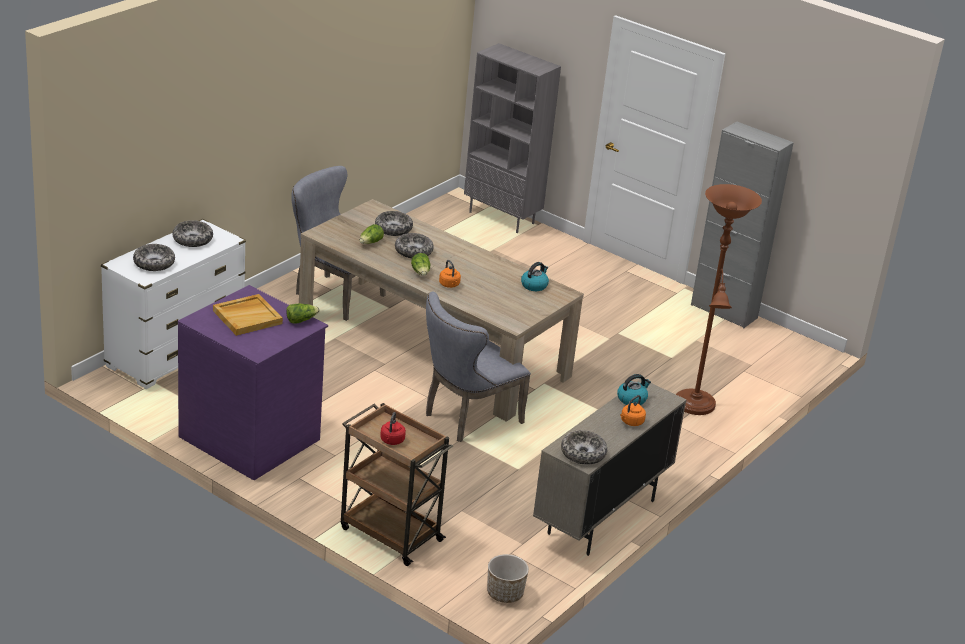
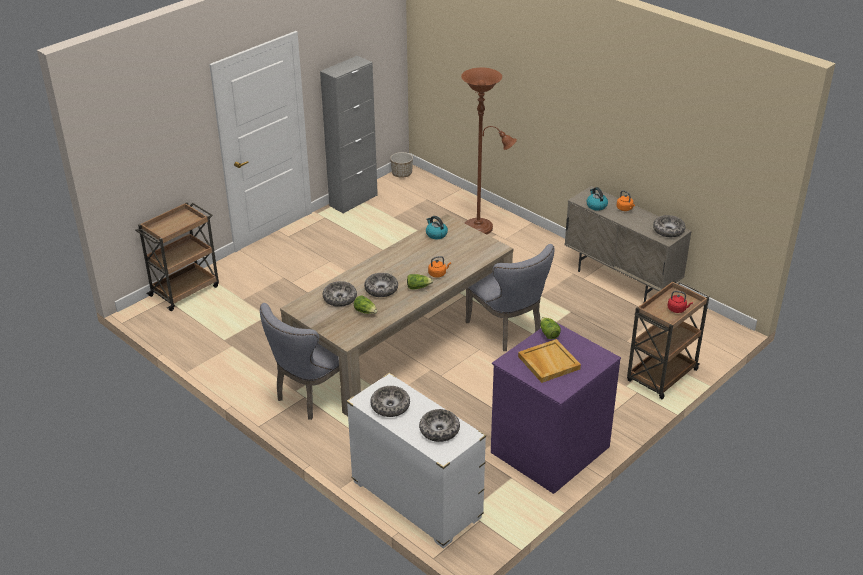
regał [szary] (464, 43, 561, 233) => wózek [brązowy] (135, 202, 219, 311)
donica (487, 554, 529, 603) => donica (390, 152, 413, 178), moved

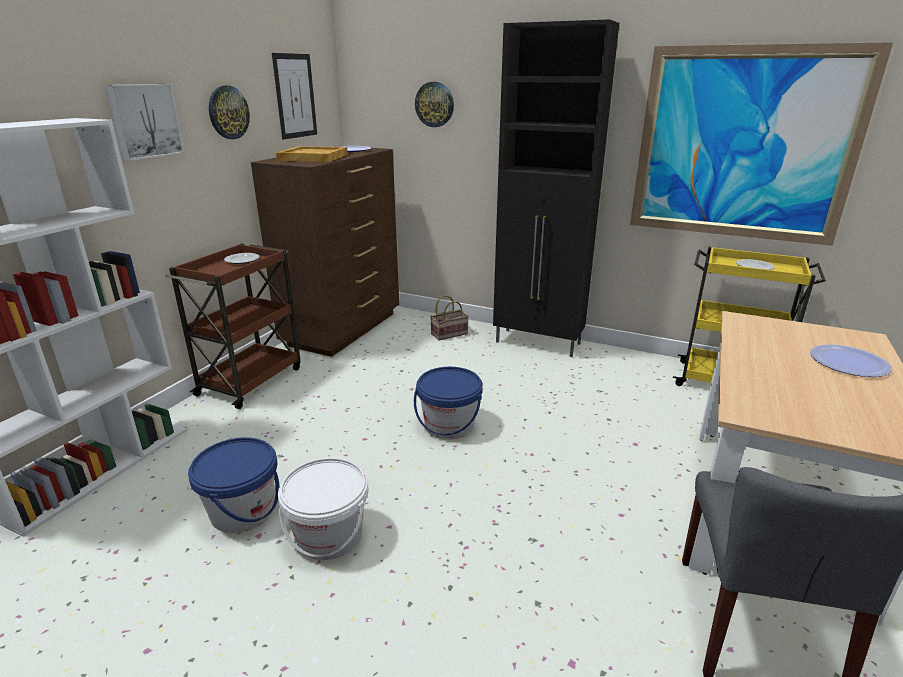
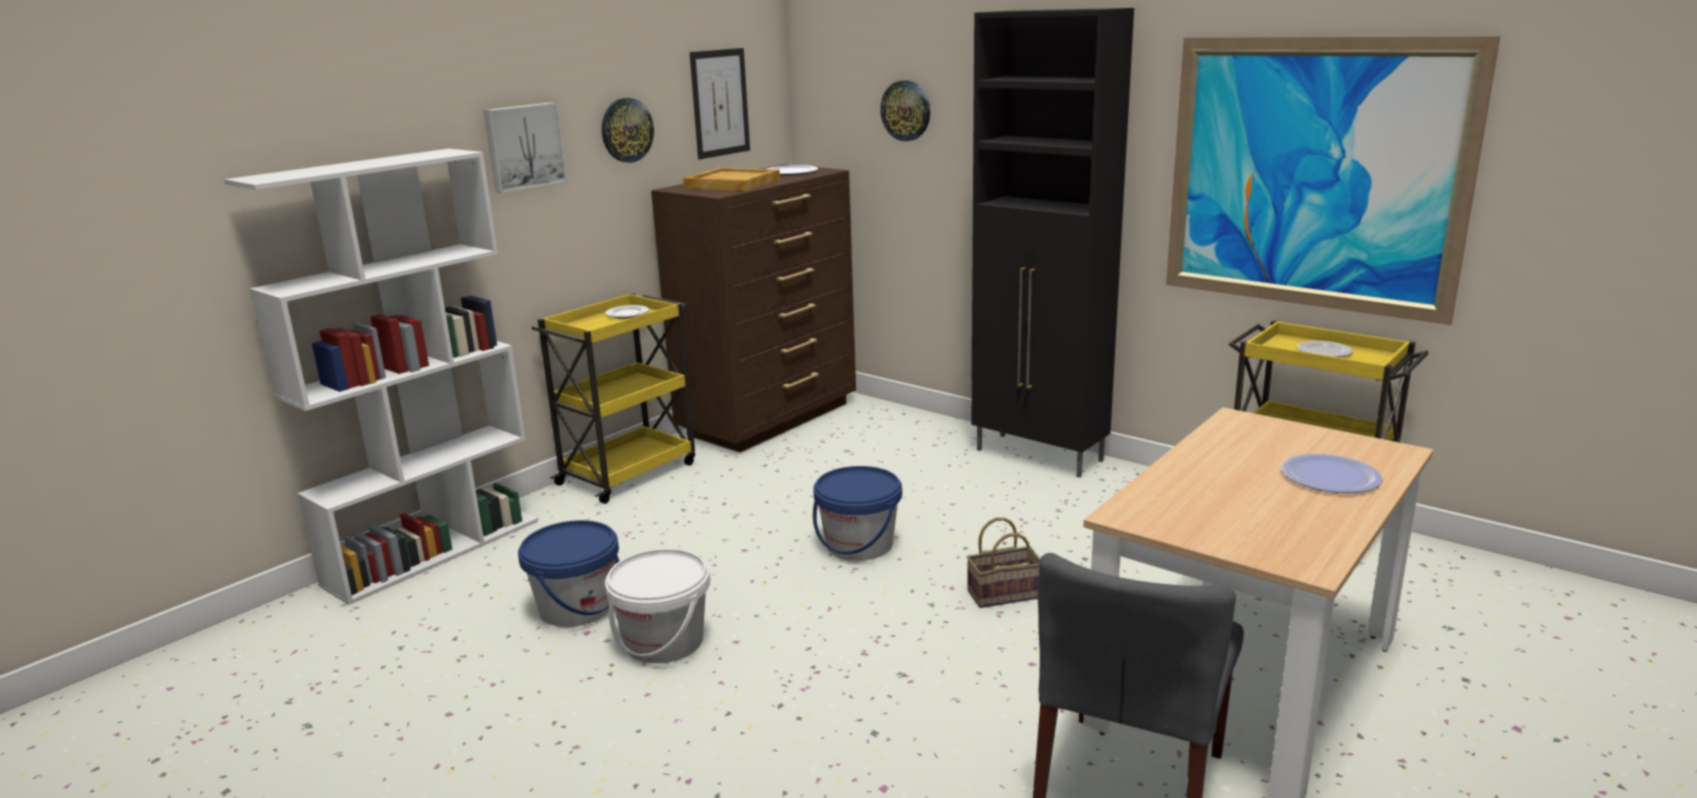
wózek [brązowy] (165, 243, 301, 409) => wózek [żółty] (532, 293, 695, 504)
koszyk (430, 295, 469, 340) => koszyk (967, 517, 1041, 608), moved

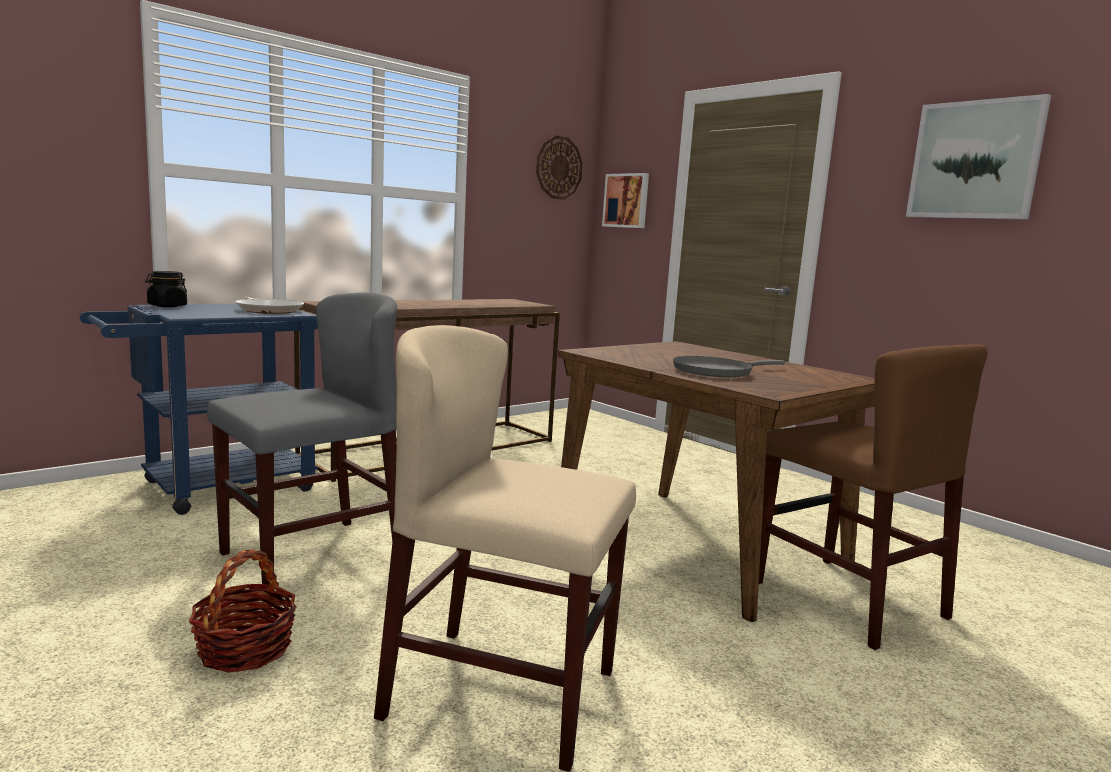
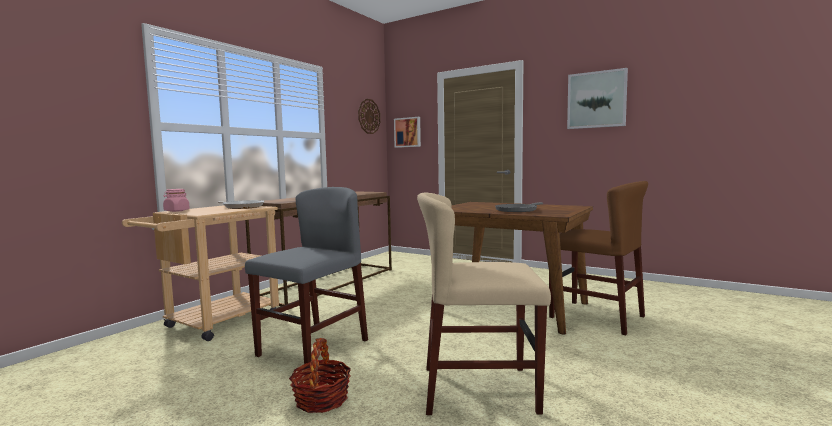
wózek [niebieski] (80, 304, 318, 515) => wózek [beżowy] (122, 205, 279, 341)
słoik [czarny] (145, 271, 187, 307) => słoik [różowy] (163, 189, 190, 212)

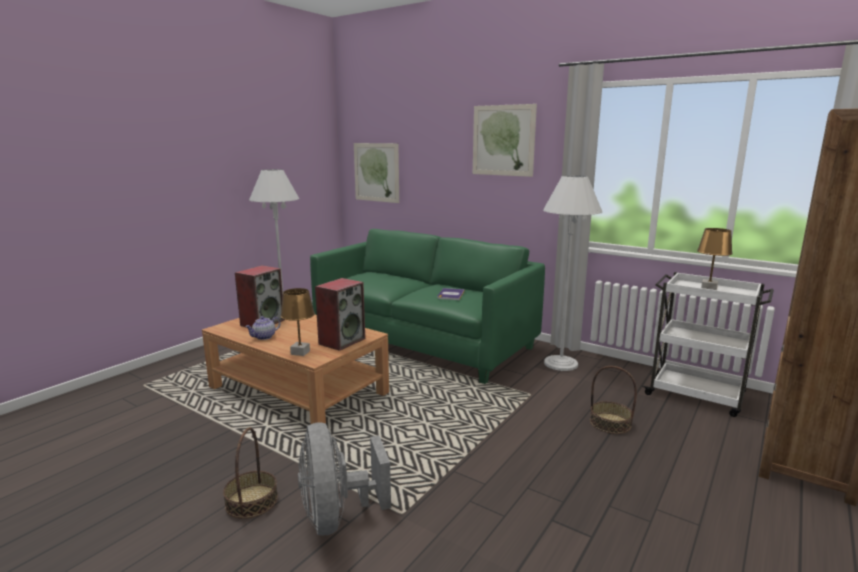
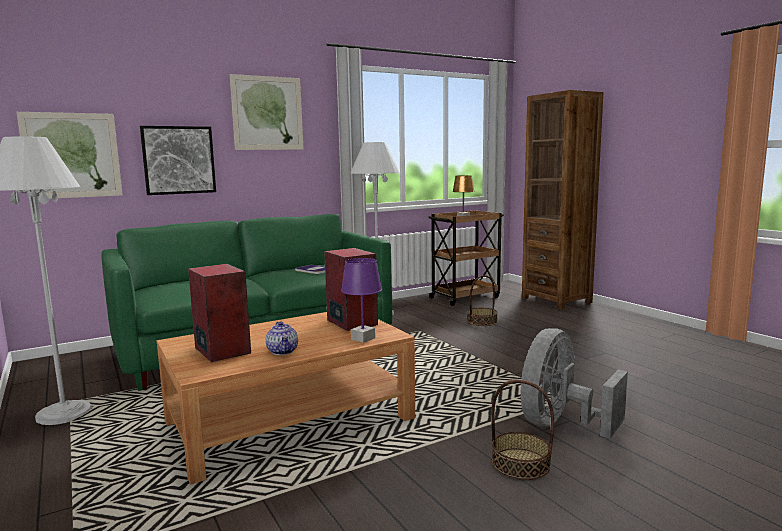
nothing => obraz (140, 126, 216, 195)
lampa stołowa [brązowy] (280, 288, 315, 356) => lampa stołowa [fioletowy] (341, 258, 383, 343)
wózek [biały] (642, 272, 774, 417) => wózek [brązowy] (427, 210, 504, 306)
wentylator [szary] (298, 422, 391, 535) => wentylator [szary] (521, 328, 628, 439), 120 degrees clockwise

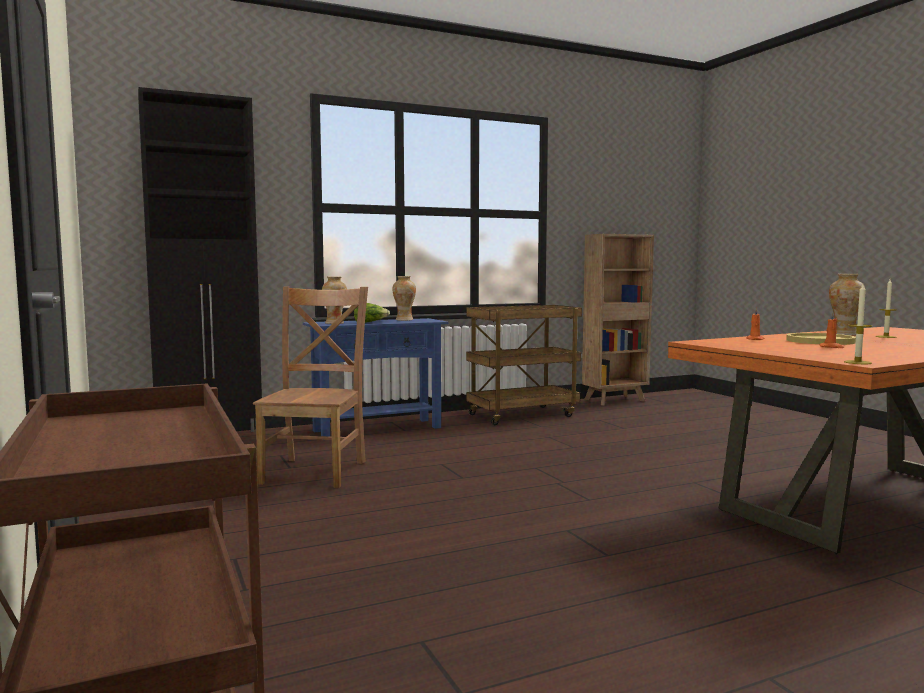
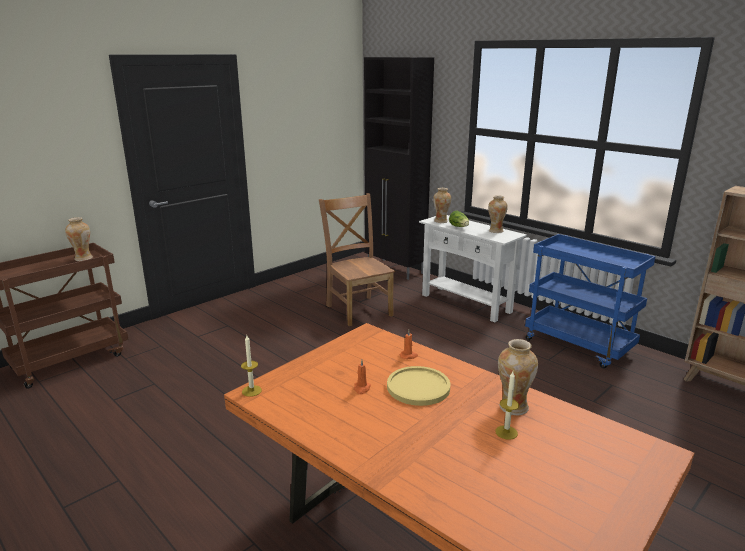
nothing => wazon (65, 217, 93, 261)
krzesło [brązowy] (253, 286, 368, 488) => krzesło [brązowy] (319, 193, 395, 326), 105 degrees counterclockwise
stolik konsolowy [niebieski] (303, 318, 449, 436) => stolik konsolowy [biały] (419, 215, 527, 322)
wózek [brązowy] (466, 305, 582, 425) => wózek [niebieski] (525, 234, 656, 369)

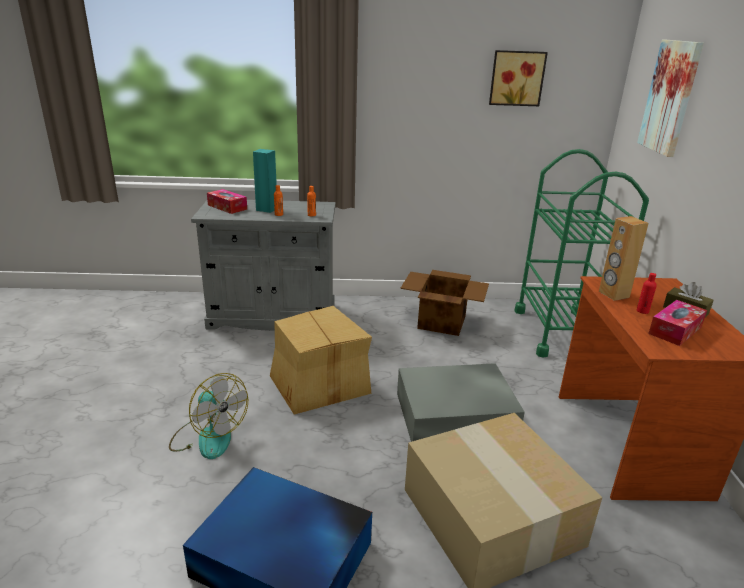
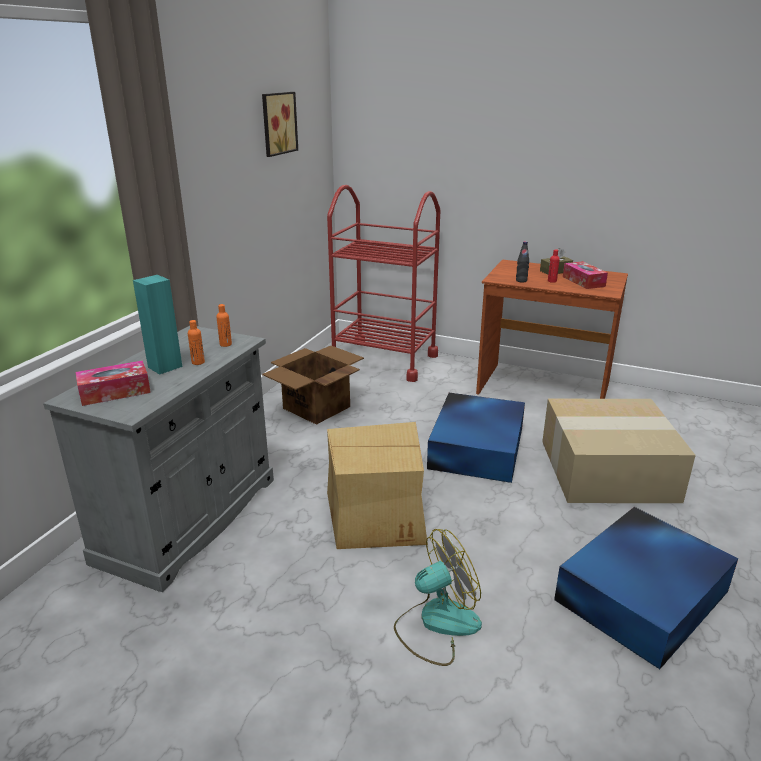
wózek [zielony] (514, 149, 649, 358) => wózek [czerwony] (327, 185, 440, 382)
pojemnik do przechowywania [szary] (397, 363, 525, 442) => pojemnik do przechowywania [niebieski] (427, 393, 525, 483)
głośnik [brązowy] (599, 216, 649, 301) => butelka [czarny] (516, 241, 529, 283)
obraz (637, 40, 704, 157) => nothing

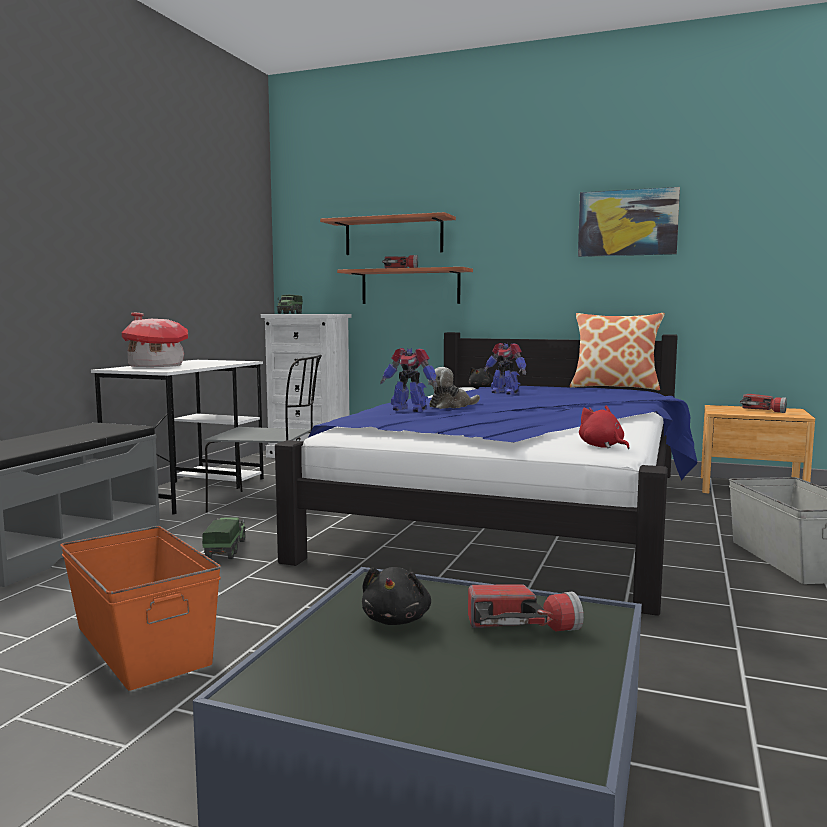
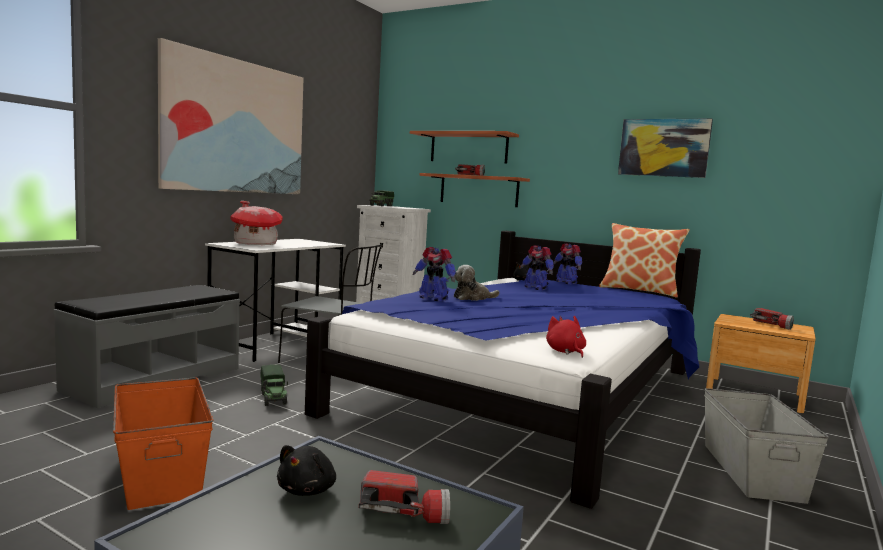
nothing => obraz (158, 38, 303, 194)
ciężarówka zabawkowa (202, 517, 246, 559) => ciężarówka zabawkowa (261, 365, 288, 406), 150 degrees clockwise
nothing => robot zabawkowy (553, 244, 582, 284)

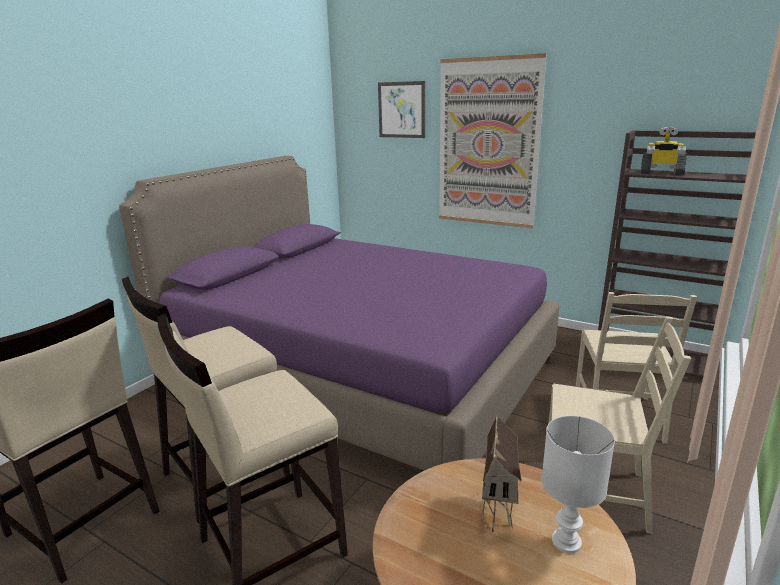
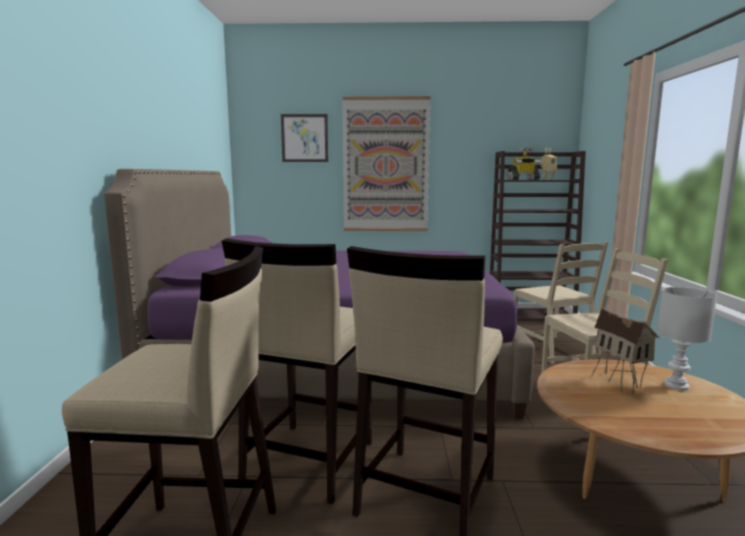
nothing => robot zabawkowy (541, 148, 557, 180)

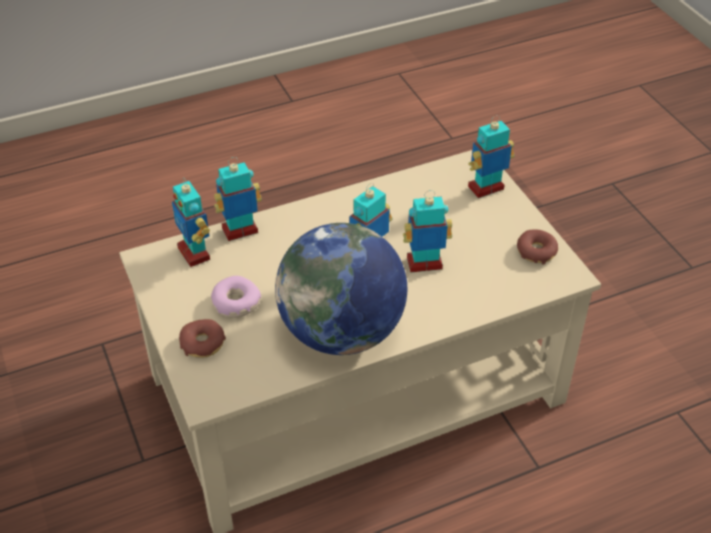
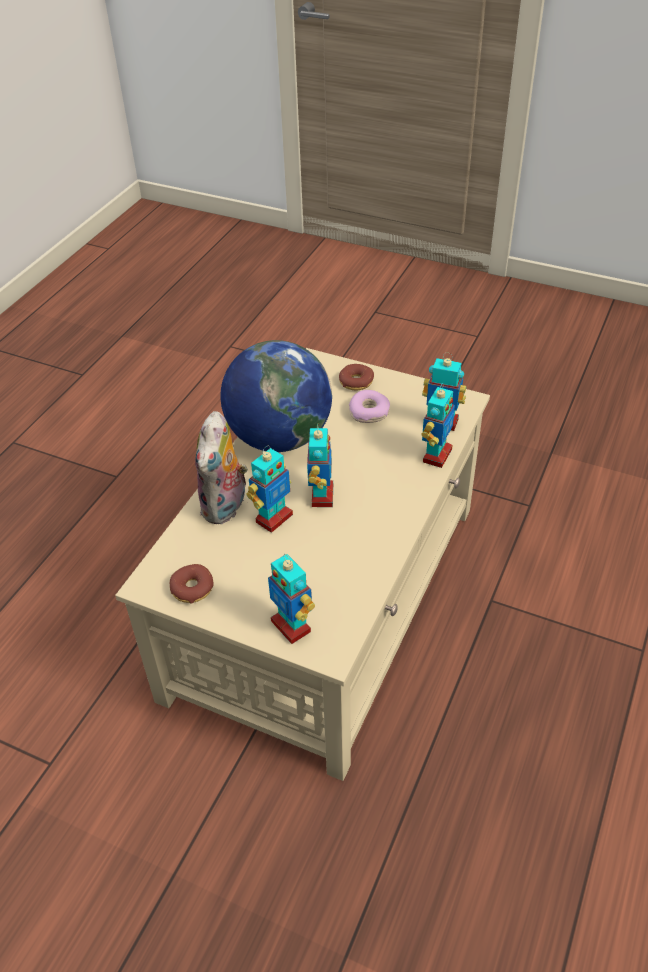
nothing => pluszak (195, 411, 251, 524)
robot zabawkowy (468, 115, 514, 198) => robot zabawkowy (268, 554, 315, 644), 120 degrees clockwise

